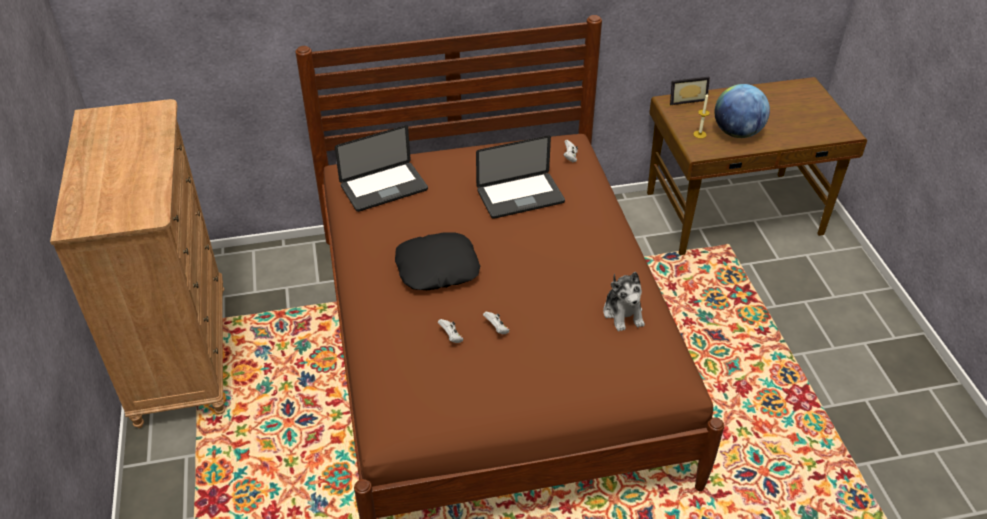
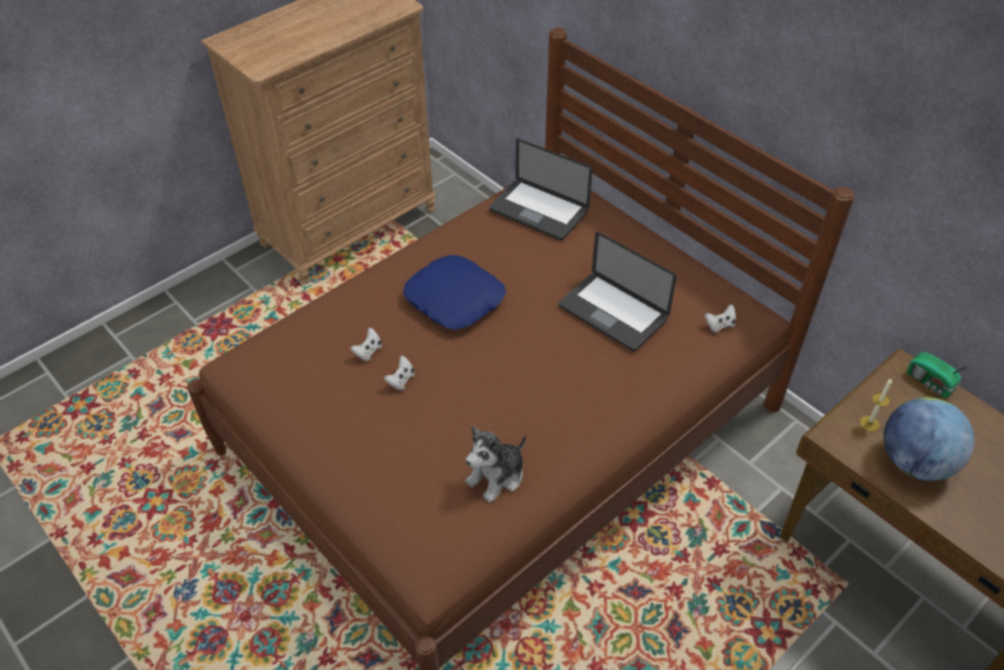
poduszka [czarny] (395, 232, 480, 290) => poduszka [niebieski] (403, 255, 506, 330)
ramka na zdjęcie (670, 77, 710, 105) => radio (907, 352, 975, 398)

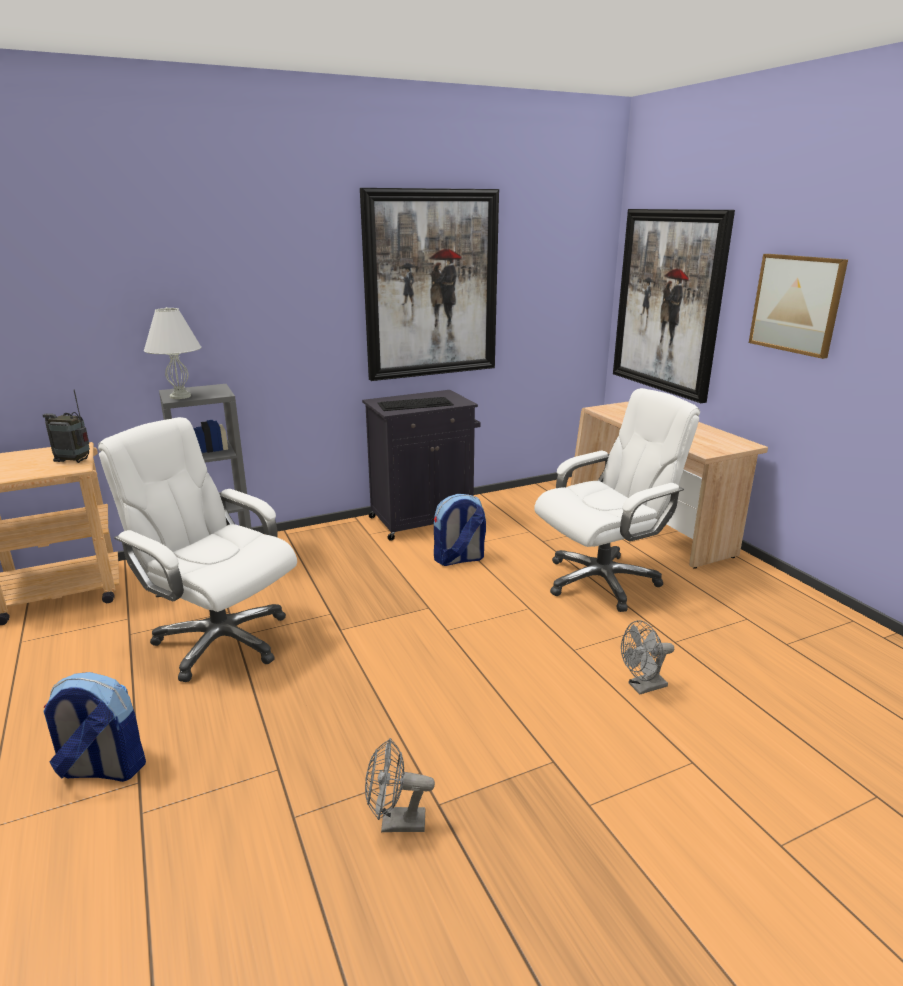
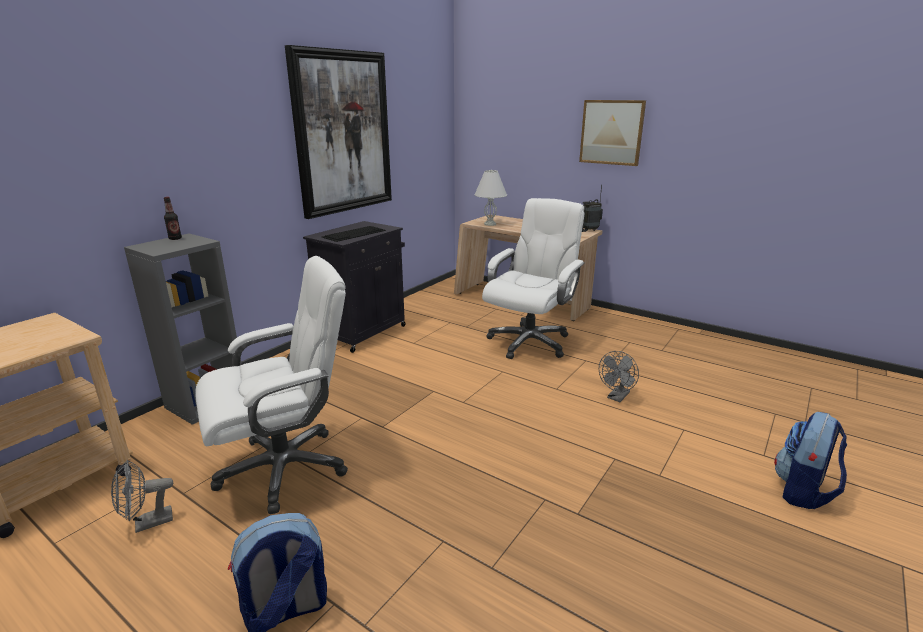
wentylator [szary] (365, 738, 435, 832) => wentylator [szary] (111, 460, 173, 533), moved
nothing => butelka (164, 197, 182, 240)
krzesło biurowe [biały] (98, 417, 297, 682) => krzesło biurowe [biały] (196, 256, 348, 514), 150 degrees clockwise
lampa stołowa [biały] (144, 307, 201, 399) => lampa stołowa [biały] (474, 170, 507, 226), moved
radio (43, 390, 90, 463) => radio (582, 185, 603, 232), moved
plecak (434, 494, 486, 566) => plecak (774, 412, 847, 509), moved
obraz (613, 209, 735, 403) => nothing

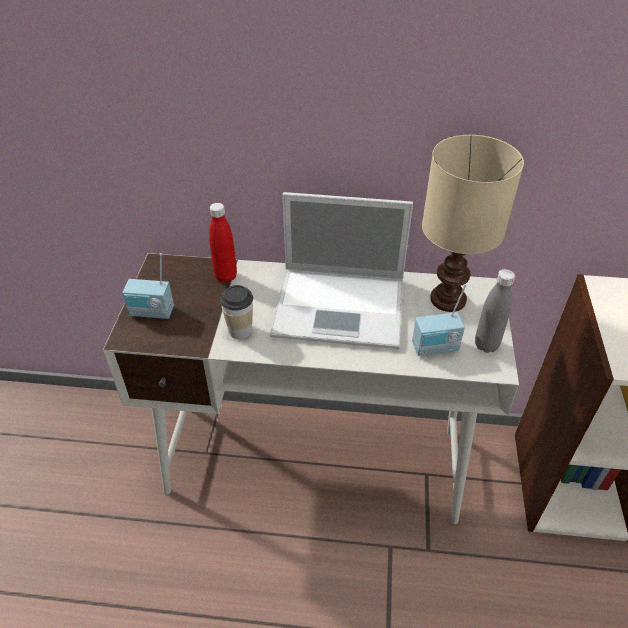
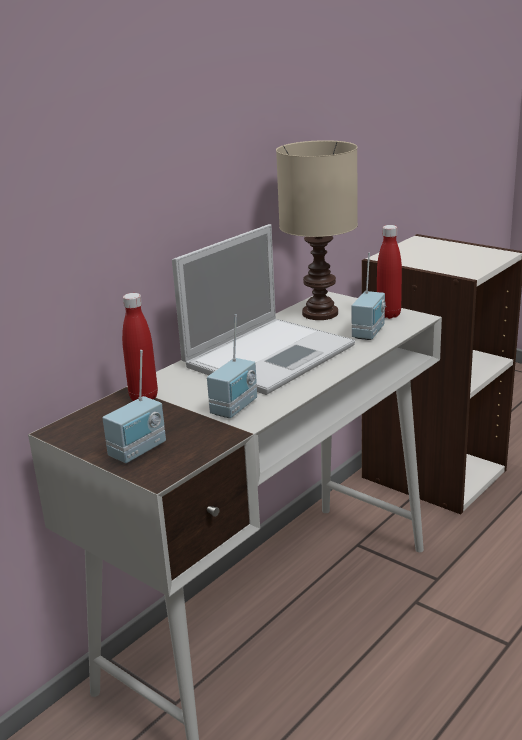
filiżanka (220, 285, 253, 339) => radio (207, 314, 257, 418)
butelka [szary] (475, 269, 515, 353) => butelka [czerwony] (377, 225, 402, 319)

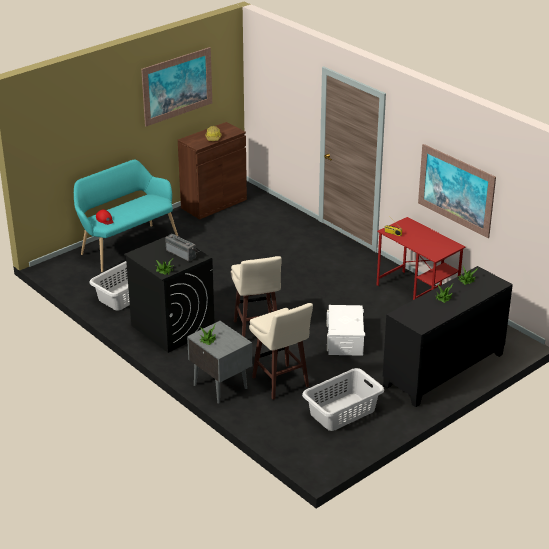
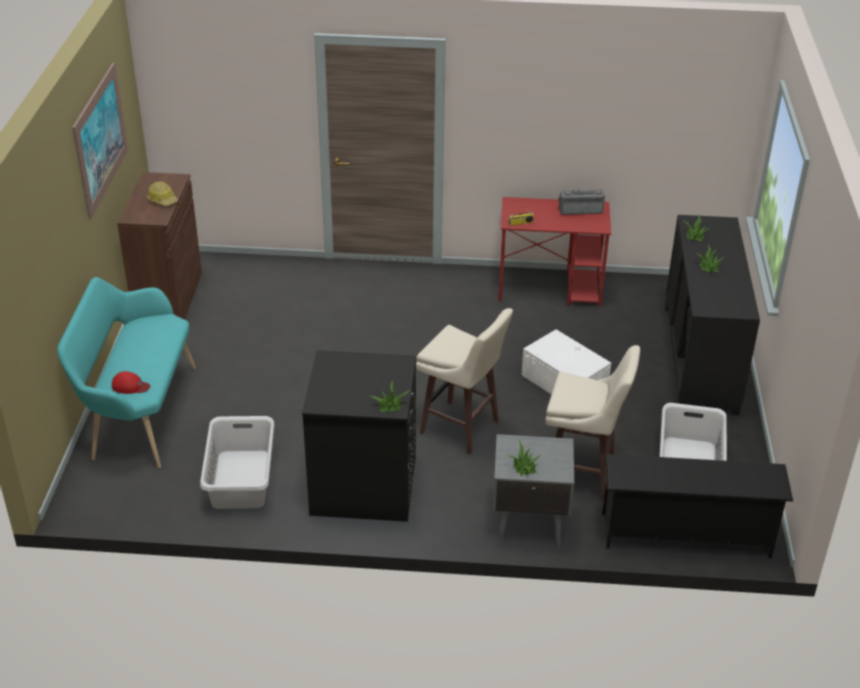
radio (165, 234, 198, 261) => radio (558, 189, 605, 215), moved
nothing => regał na buty [czarny] (602, 454, 794, 559)
obraz (418, 144, 496, 238) => nothing

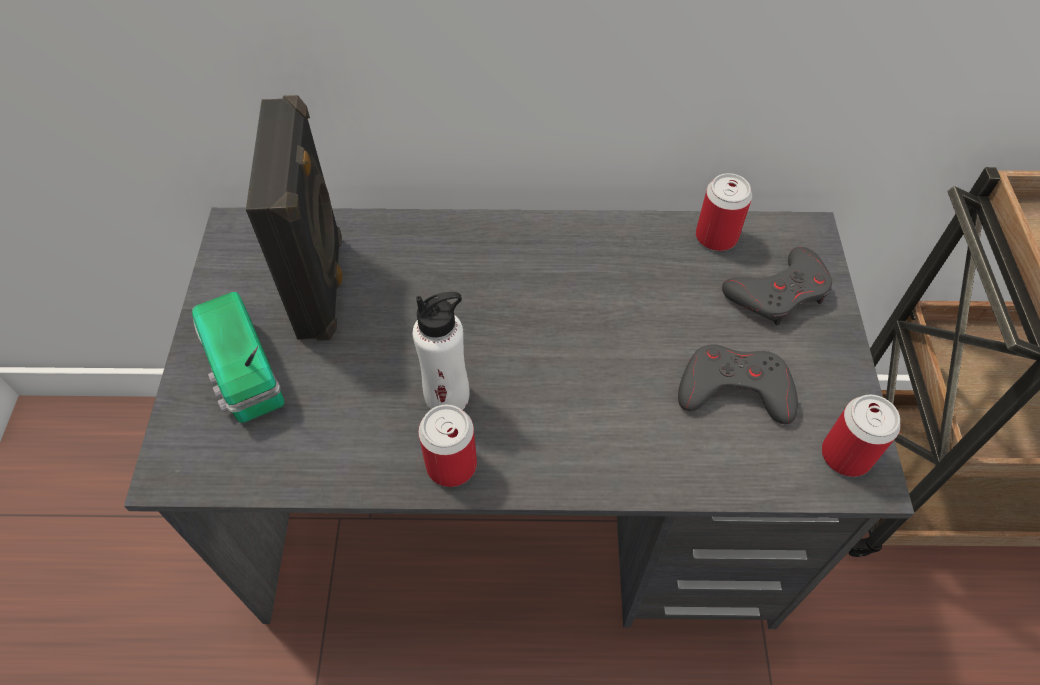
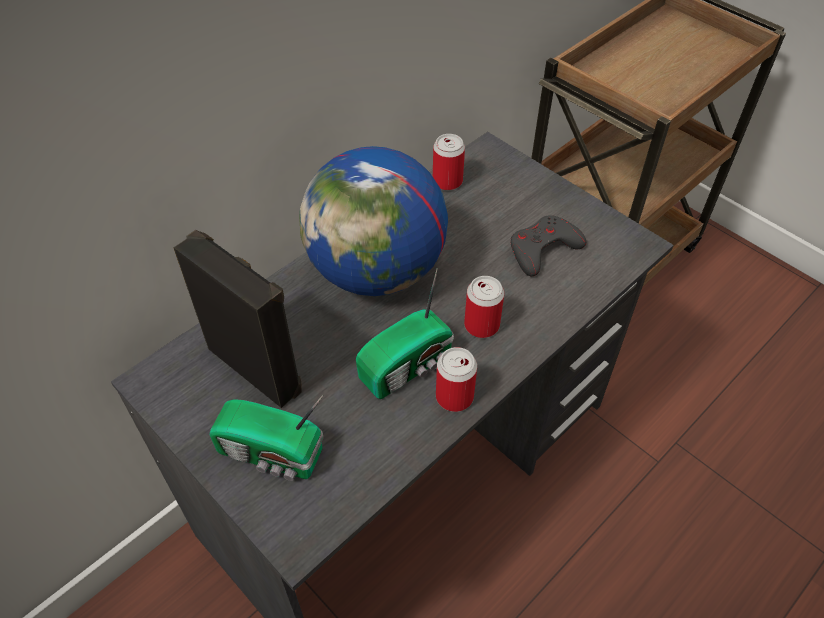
nothing => globus (299, 146, 448, 296)
butelka [biały] (413, 292, 469, 410) => radio (356, 268, 454, 399)
puszka (822, 395, 901, 477) => puszka (464, 276, 504, 338), moved
pad do gier [szary] (722, 247, 832, 325) => nothing

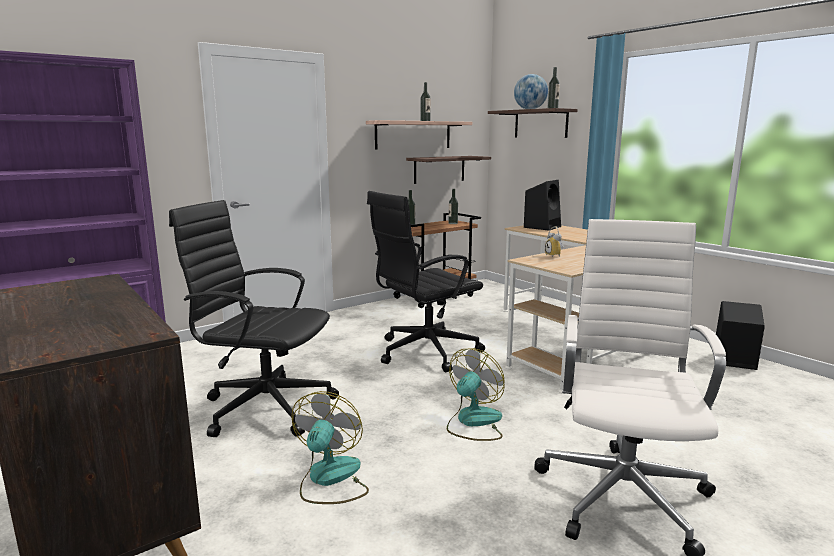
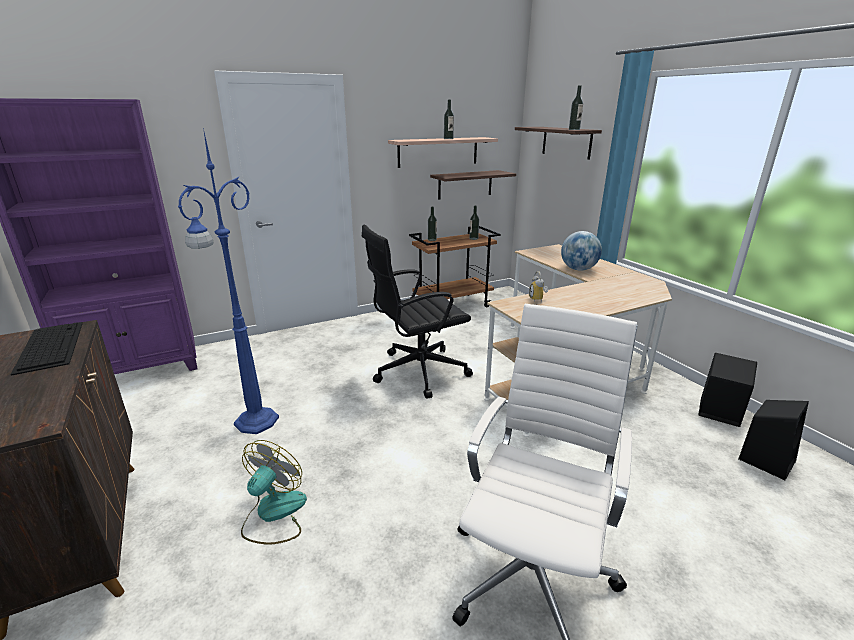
nothing => klawiatura (11, 322, 83, 376)
krzesło biurowe [czarny] (169, 200, 339, 437) => lampa stojąca [niebieski] (178, 128, 279, 434)
globus (514, 74, 548, 109) => globus (561, 231, 602, 271), moved
głośnik [czarny] (524, 180, 561, 231) => głośnik [czarny] (738, 400, 809, 480), moved
wentylator (447, 348, 505, 441) => nothing

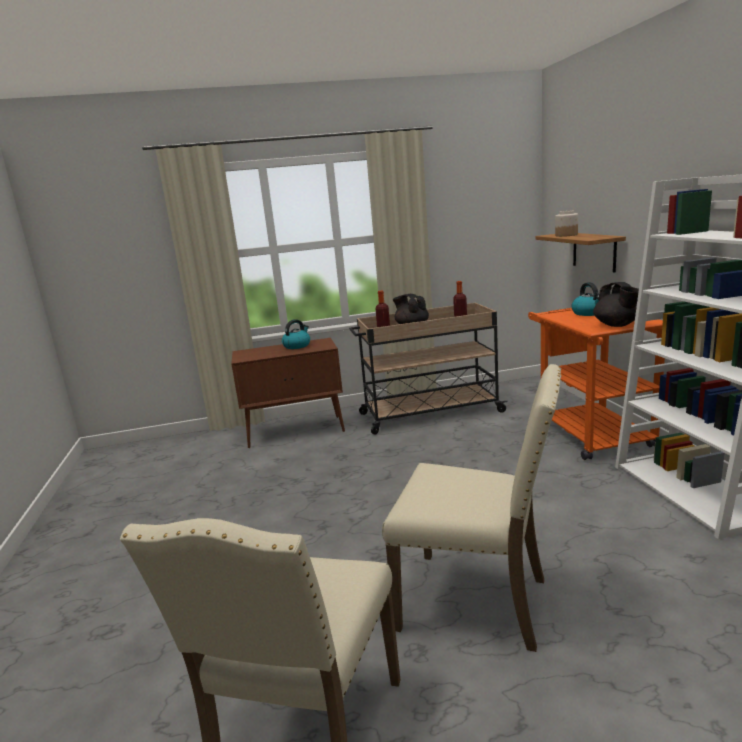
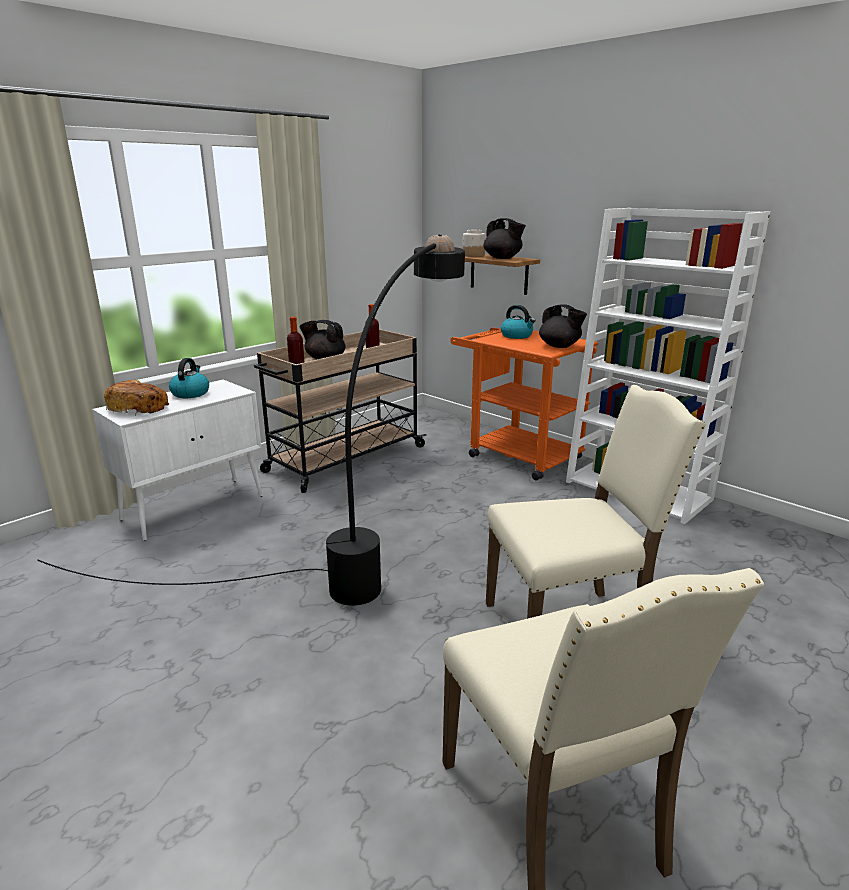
nothing => lampa stojąca [czarny] (37, 234, 465, 606)
szafka [brązowy] (231, 338, 345, 448) => szafka [biały] (92, 380, 263, 541)
nothing => chleb (104, 380, 170, 415)
nothing => imbryk [czarny] (484, 218, 526, 259)

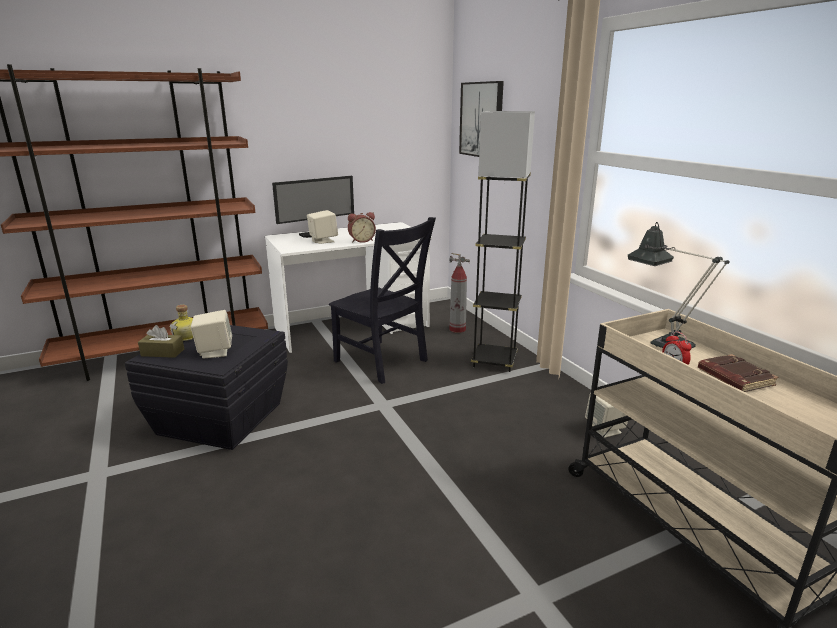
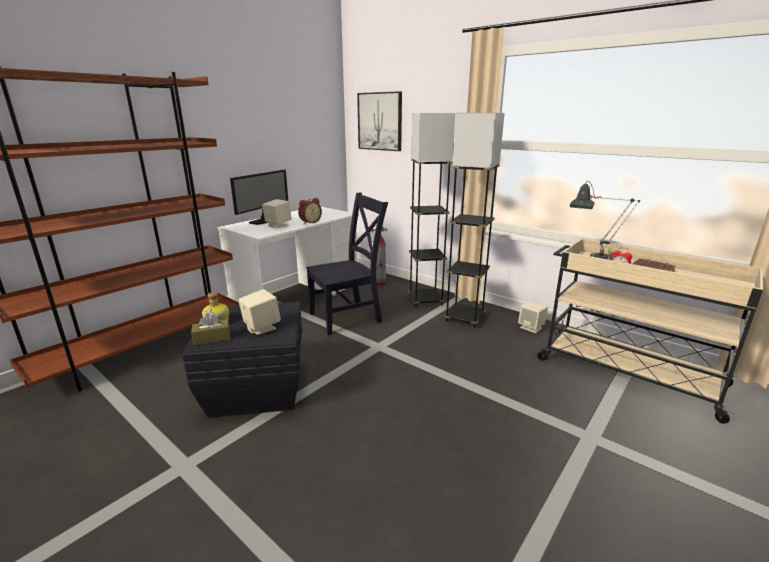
krzesło [czarny] (329, 217, 436, 384) => krzesło [czarny] (306, 193, 388, 335), 45 degrees counterclockwise
nothing => lampa stojąca [szary] (444, 113, 505, 328)

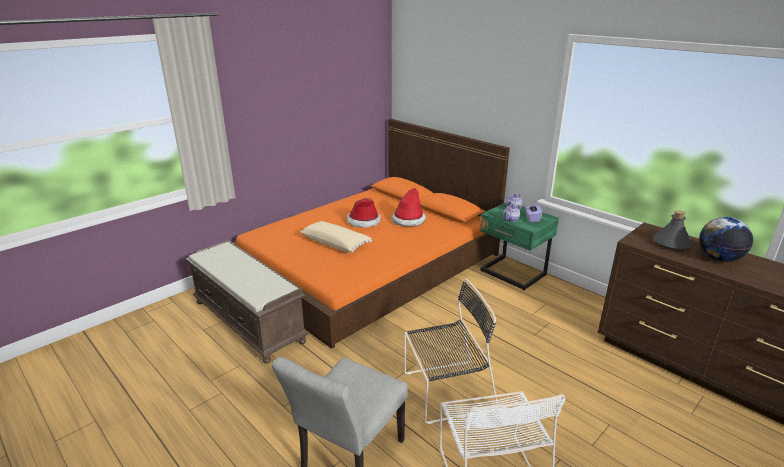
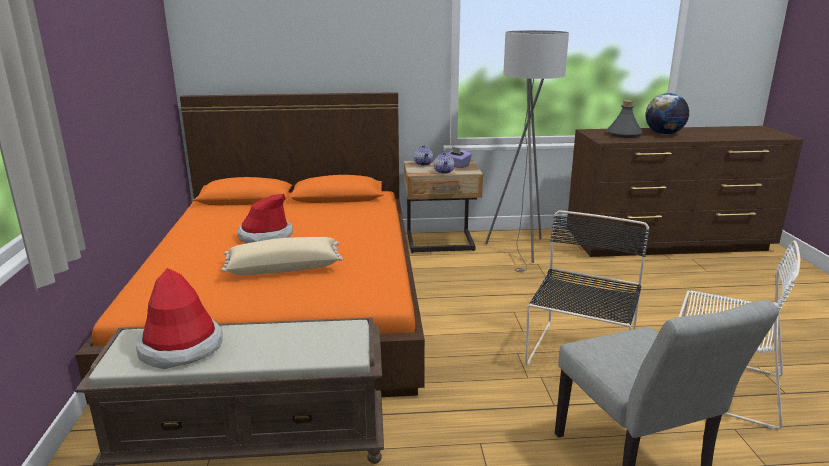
kapelusz (391, 188, 426, 226) => kapelusz (136, 268, 223, 369), moved
szafka nocna [zielony] (480, 202, 559, 290) => szafka nocna [beżowy] (404, 159, 483, 253)
nothing => lampa stojąca [szary] (485, 30, 569, 272)

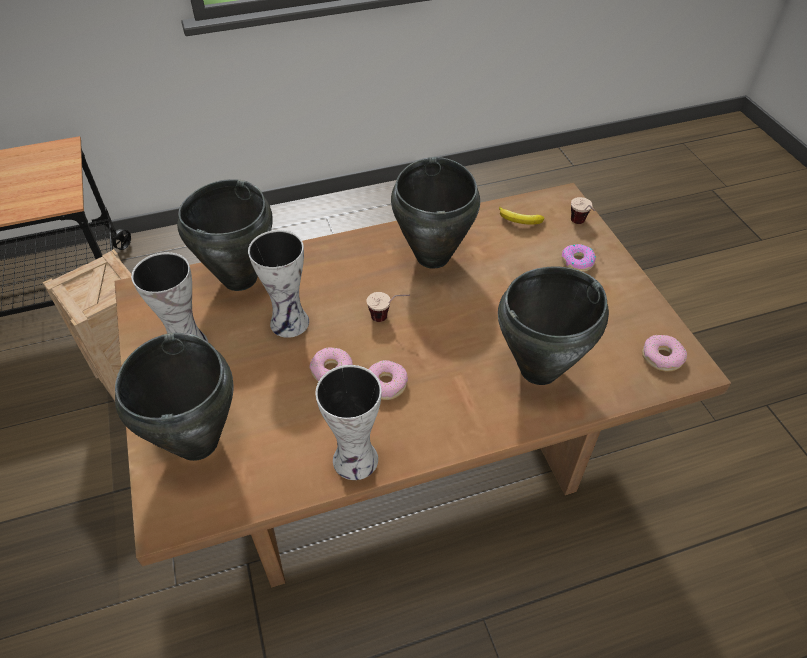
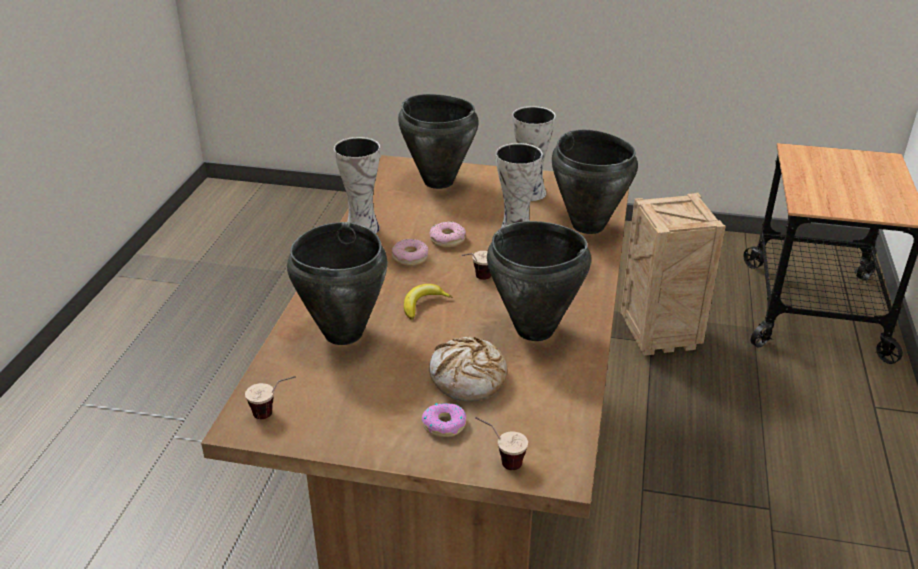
donut (642, 335, 687, 372) => filiżanka (245, 376, 296, 419)
banan (499, 207, 545, 225) => banan (404, 284, 452, 320), moved
nothing => chleb (429, 337, 507, 401)

